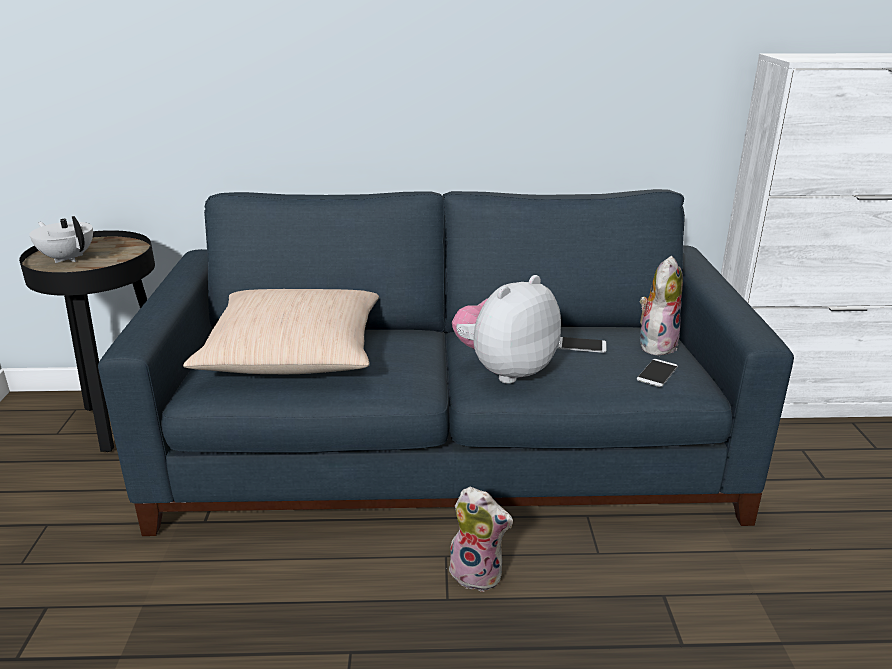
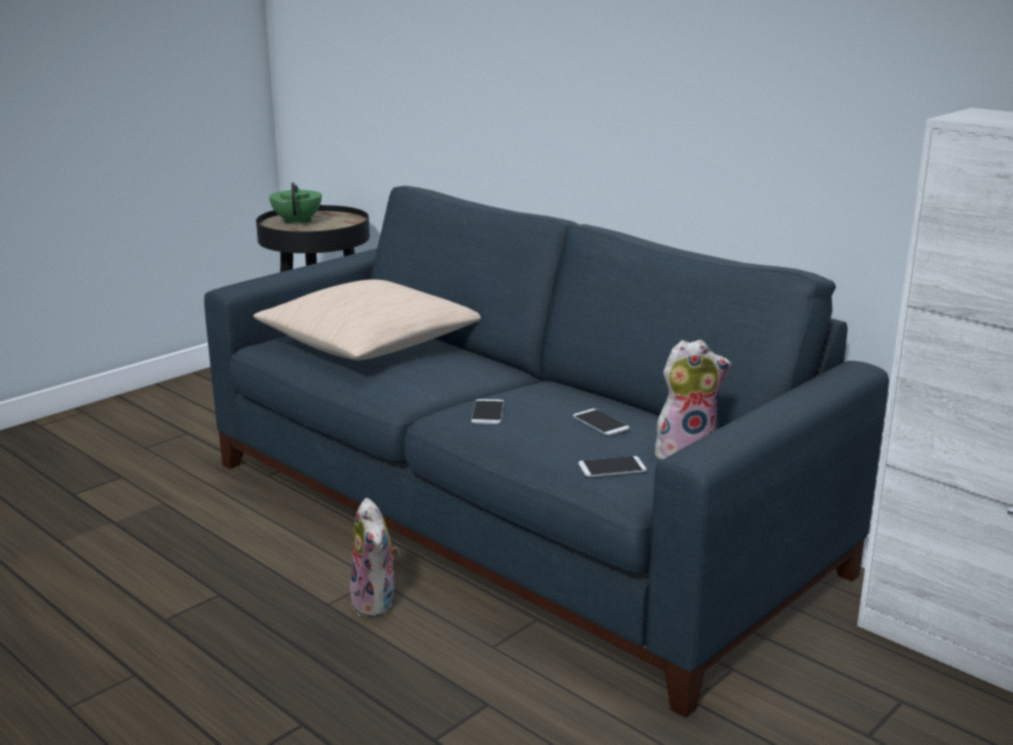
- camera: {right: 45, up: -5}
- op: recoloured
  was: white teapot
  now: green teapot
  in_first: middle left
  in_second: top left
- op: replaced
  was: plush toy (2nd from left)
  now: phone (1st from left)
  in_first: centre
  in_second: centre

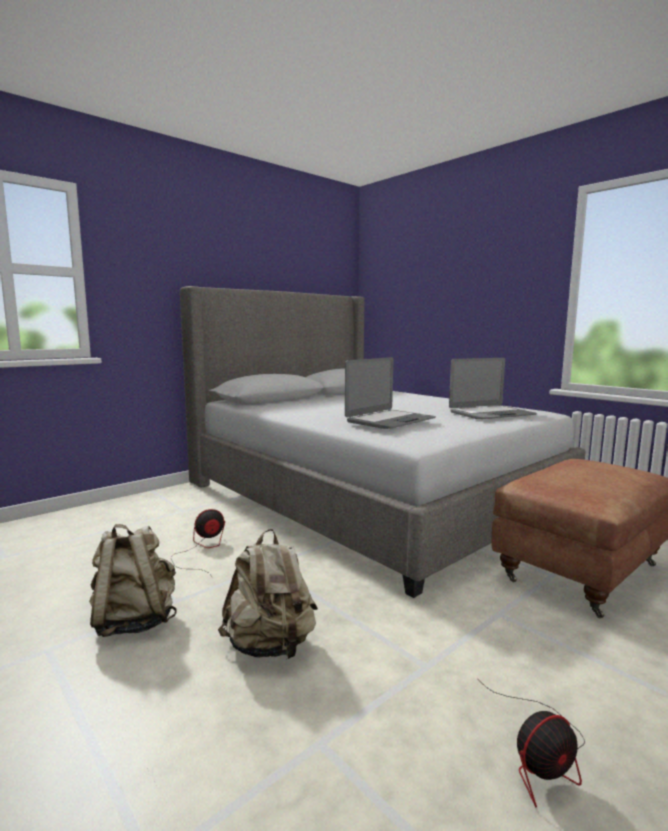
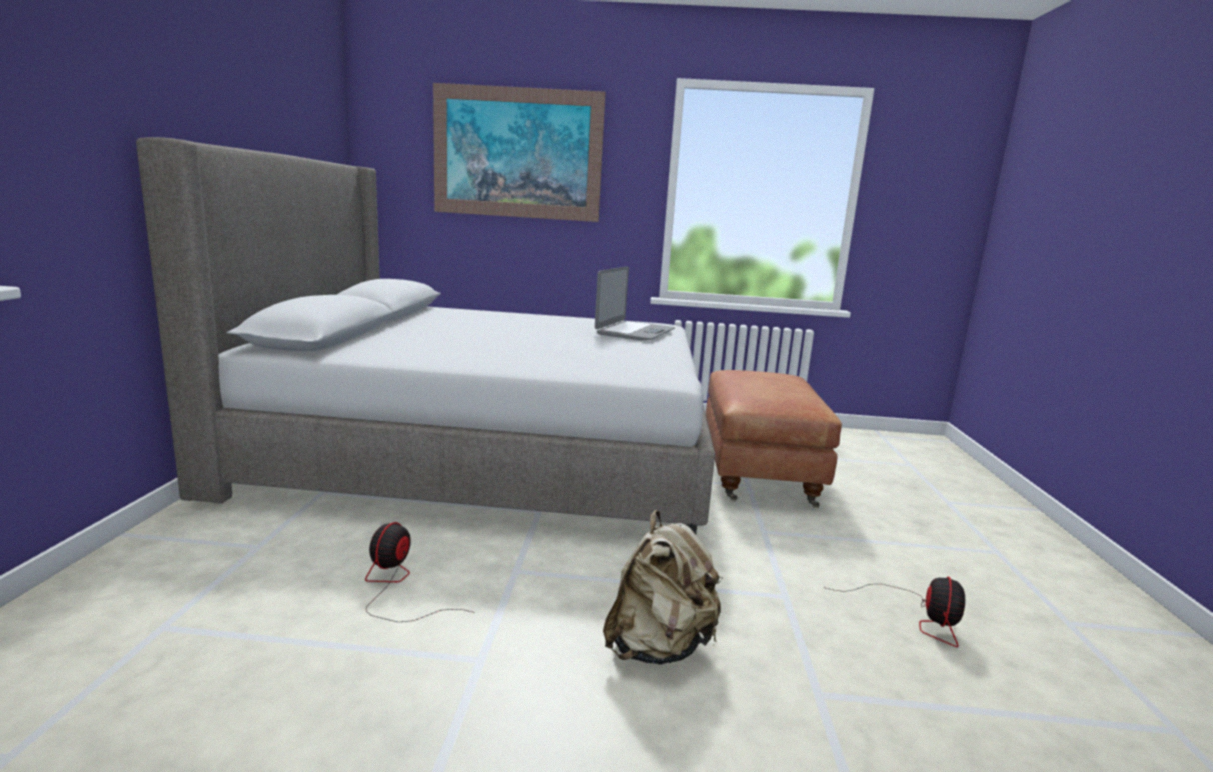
- camera: {right: -45, up: 5}
- op: added
  now: picture
  in_second: top centre
- op: removed
  was: beige backpack (1st from left)
  in_first: bottom left
- op: removed
  was: laptop (1st from left)
  in_first: centre

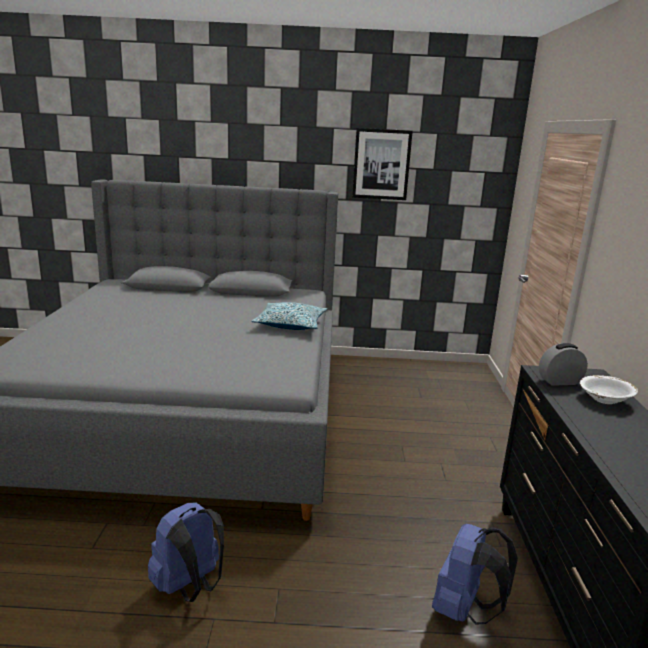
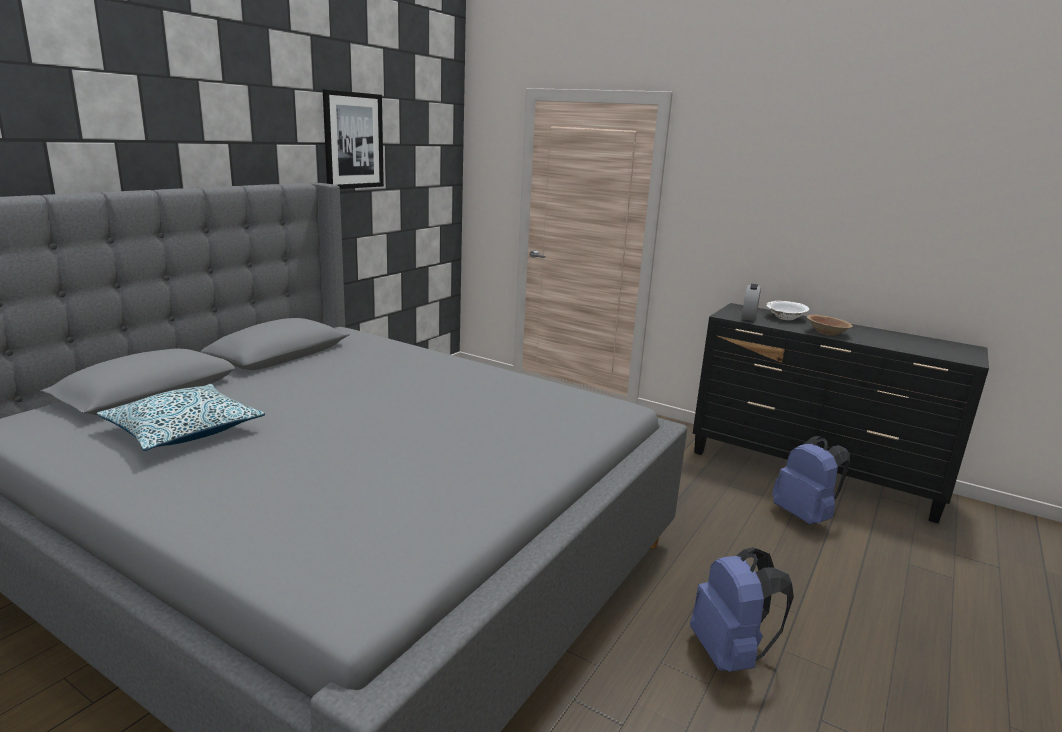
- camera: {right: -60, up: 0}
- op: moved
  was: pillow
  in_first: centre
  in_second: middle left
- op: added
  now: brown bowl
  in_second: middle right

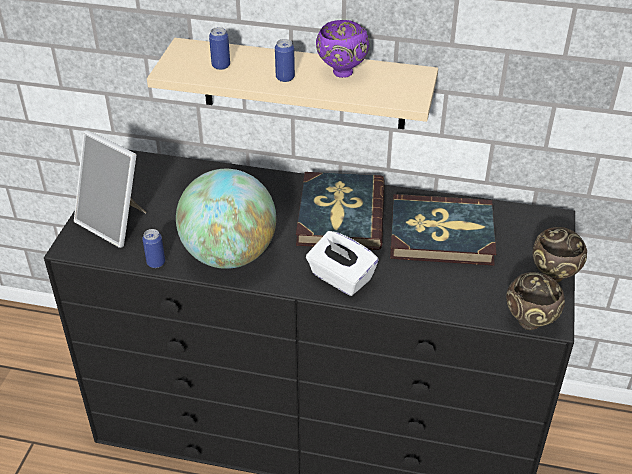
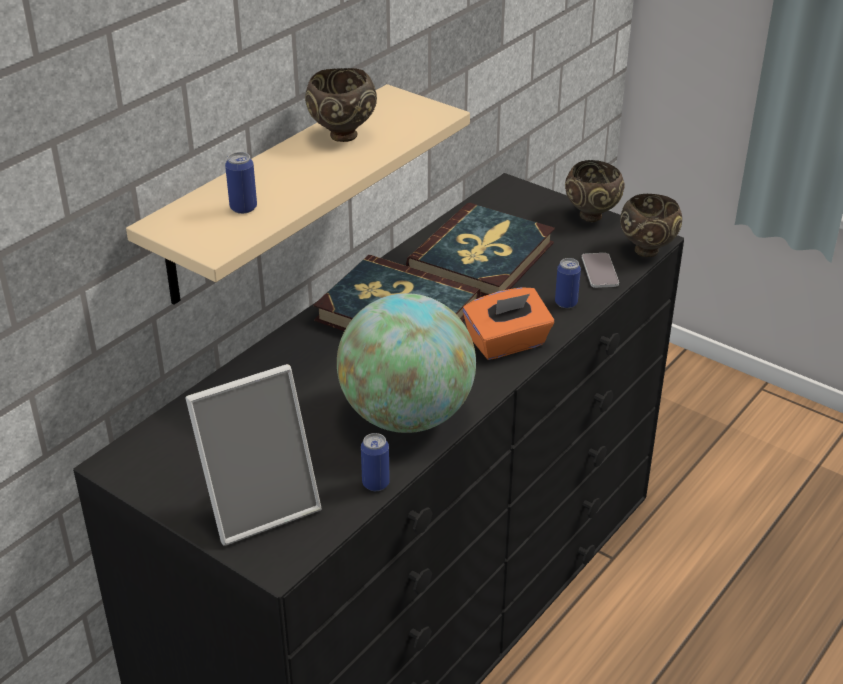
- camera: {right: -65, up: -5}
- op: recoloured
  was: purple bowl
  now: brown bowl (1st from left)
  in_first: top centre
  in_second: top centre
- op: recoloured
  was: white tissue box
  now: orange tissue box
  in_first: centre
  in_second: centre
- op: moved
  was: can (3rd from left)
  in_first: top centre
  in_second: middle right
- op: added
  now: phone
  in_second: middle right

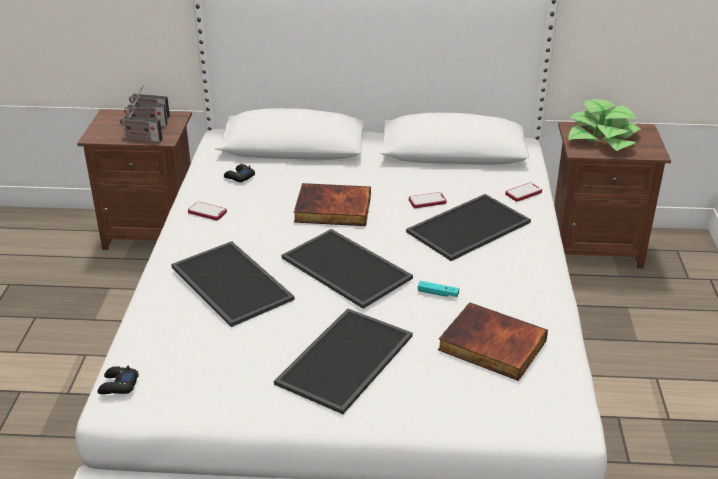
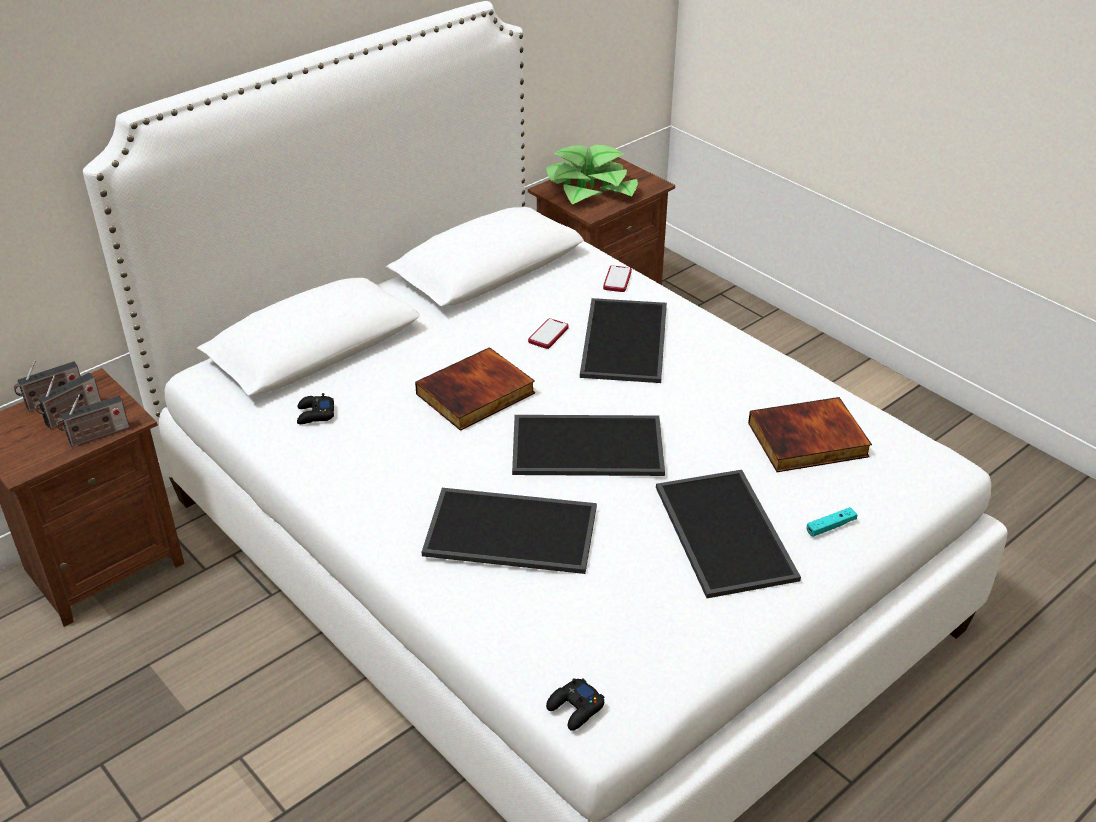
- camera: {right: -45, up: 5}
- op: moved
  was: turquoise game controller
  in_first: centre
  in_second: middle right
- op: removed
  was: phone (1st from left)
  in_first: middle left

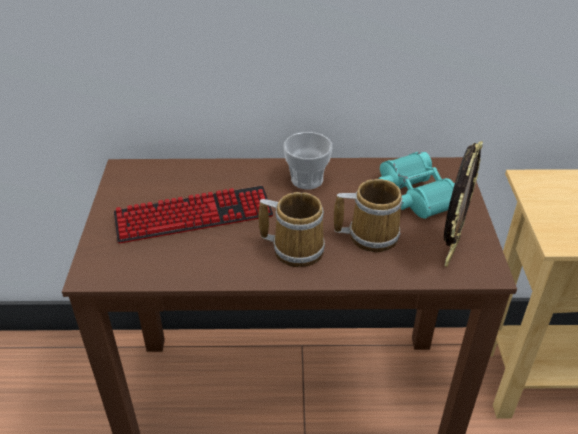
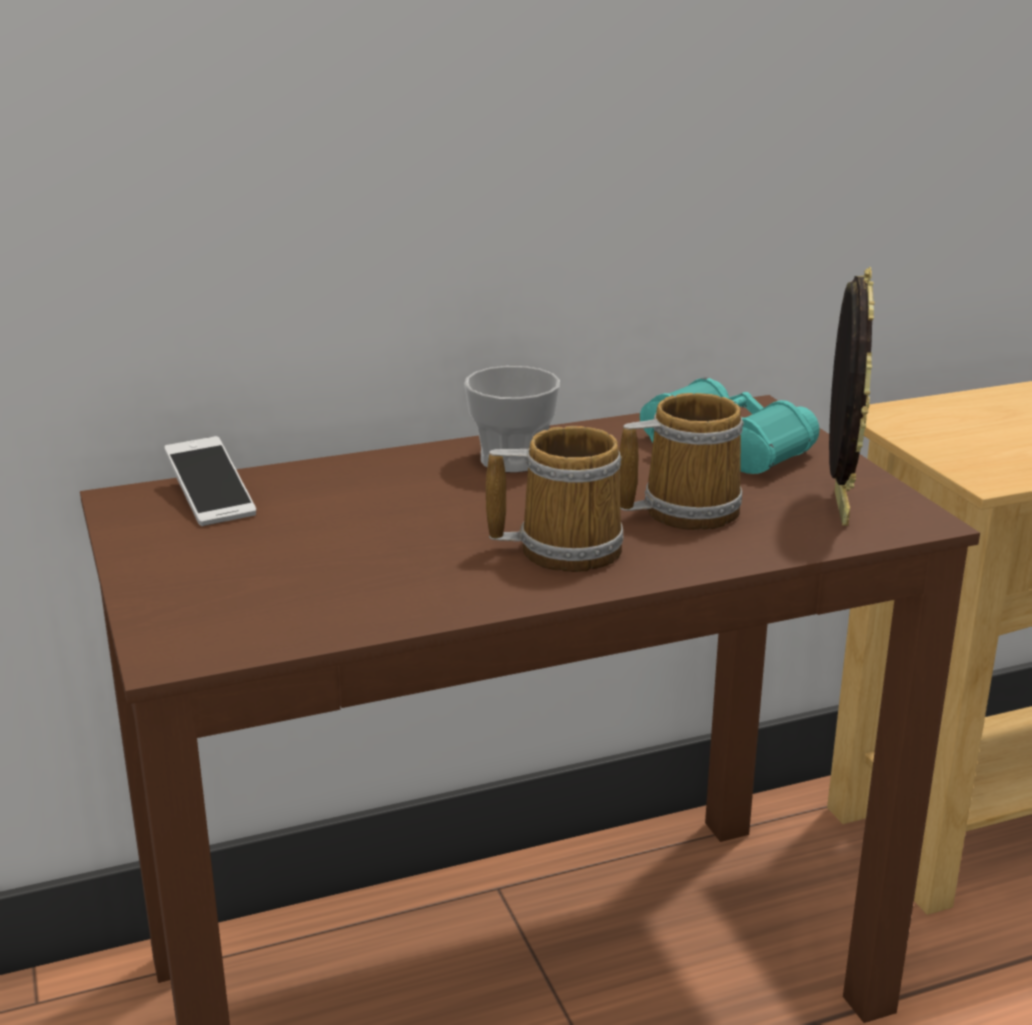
- camera: {right: -20, up: -15}
- op: added
  now: phone
  in_second: middle left
- op: removed
  was: keyboard
  in_first: centre

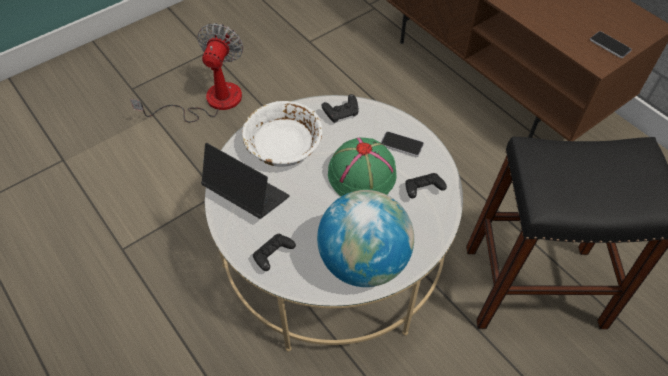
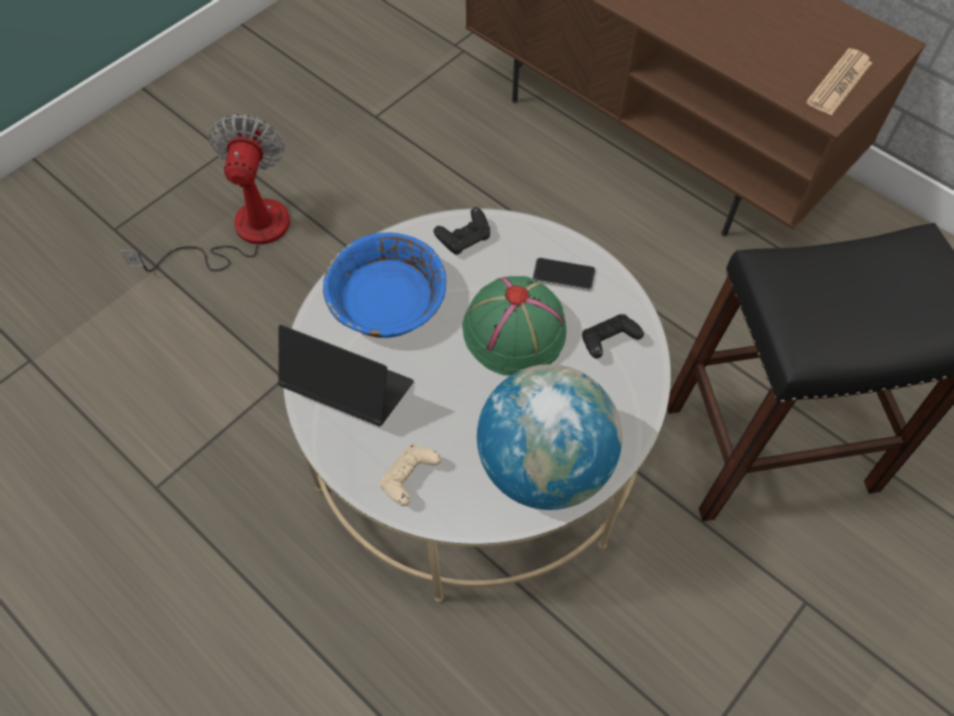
- camera: {right: -10, up: 5}
- op: recoloured
  was: white bowl
  now: blue bowl
  in_first: centre
  in_second: centre
- op: recoloured
  was: black game controller (1st from left)
  now: beige game controller
  in_first: bottom centre
  in_second: centre
- op: replaced
  was: phone (2nd from left)
  now: newspaper
  in_first: top right
  in_second: top right

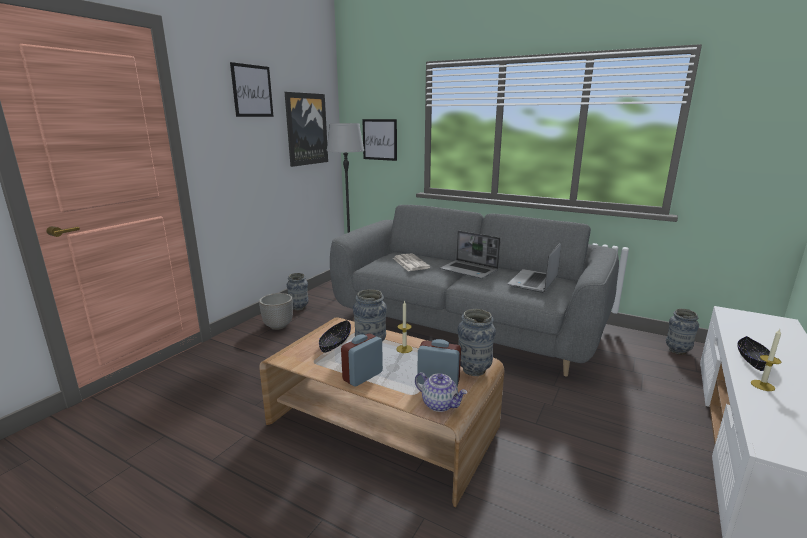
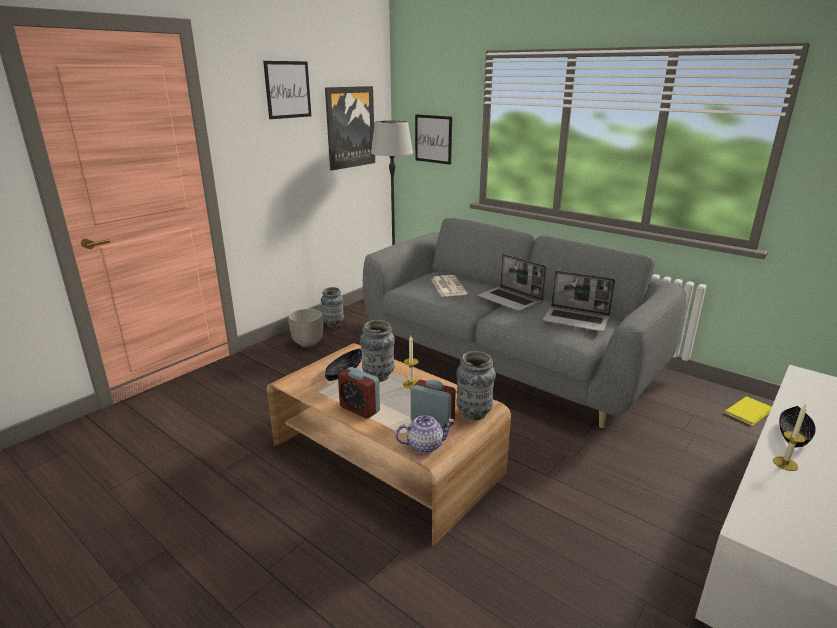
- camera: {right: 10, up: 5}
- op: turned
  was: alarm clock (1st from left)
  in_first: bottom centre
  in_second: centre
  clockwise: -105
- op: turned
  was: teapot
  in_first: bottom centre
  in_second: bottom centre
  clockwise: -60
- op: turned
  was: laptop (2nd from left)
  in_first: centre
  in_second: middle right
  clockwise: -105
- op: replaced
  was: vase (4th from left)
  now: yellow book
  in_first: middle right
  in_second: middle right

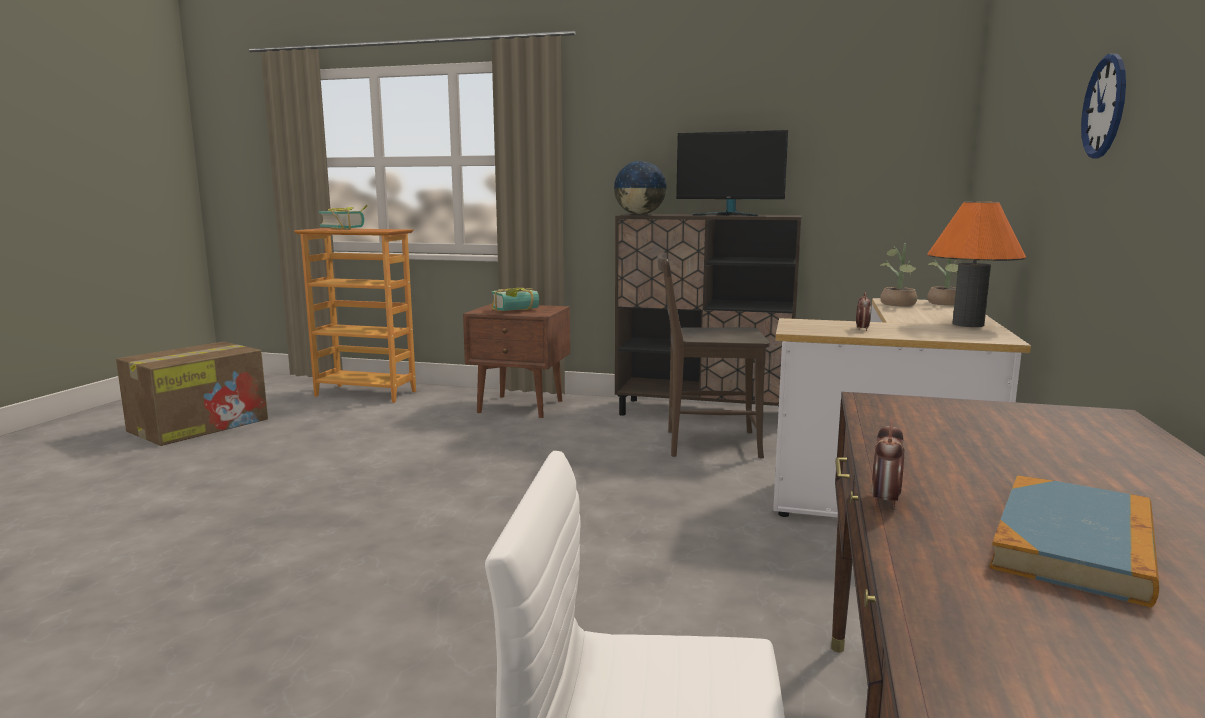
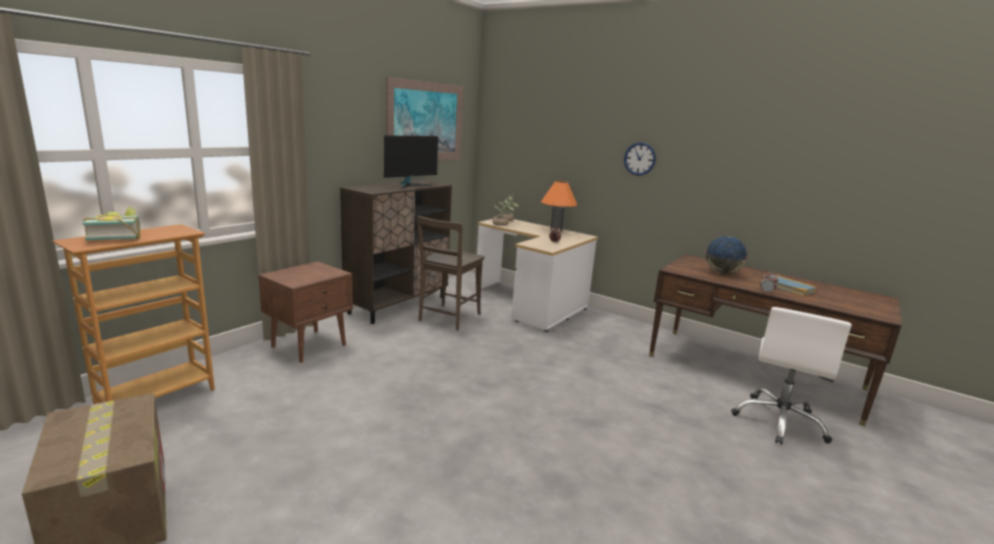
- camera: {right: -70, up: 5}
- op: added
  now: picture
  in_second: top centre
- op: moved
  was: globe
  in_first: top centre
  in_second: middle right
- op: removed
  was: book (2nd from left)
  in_first: centre

